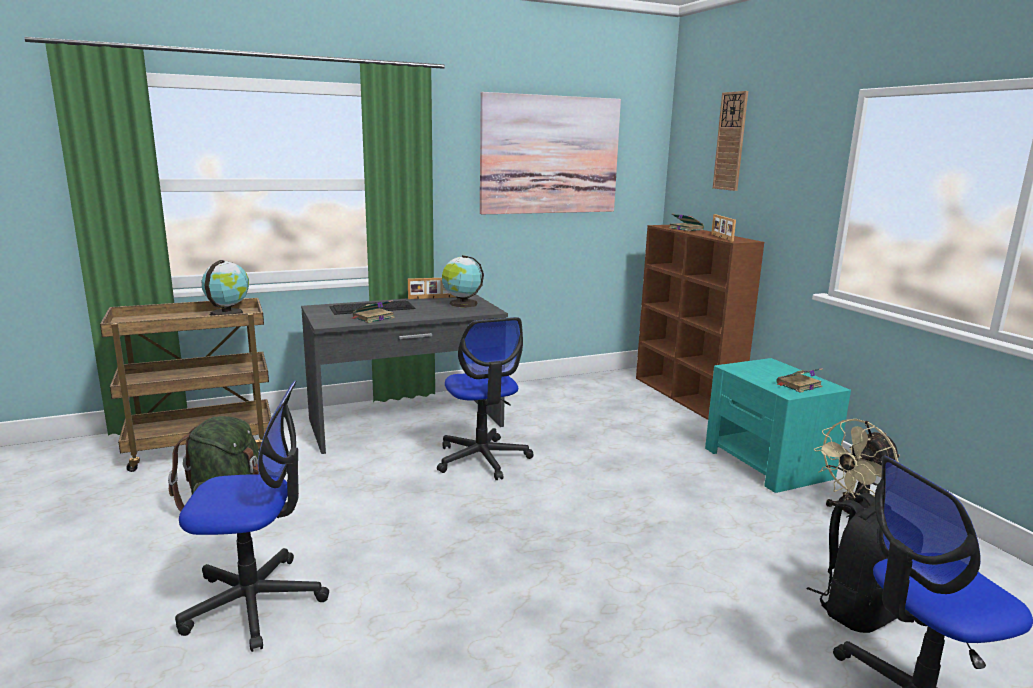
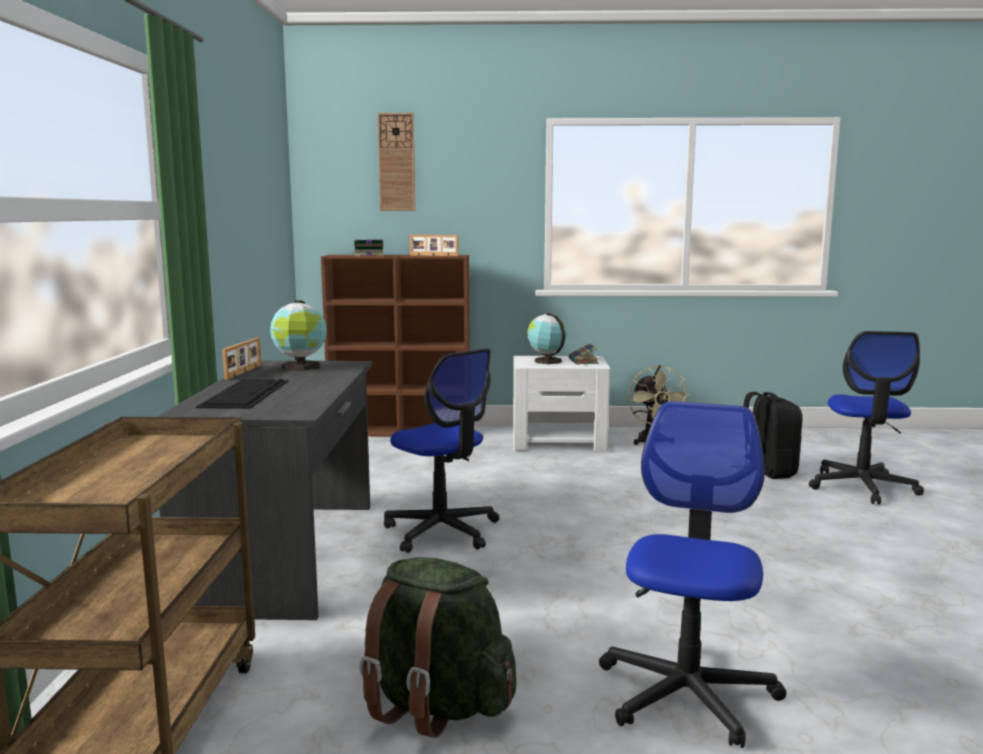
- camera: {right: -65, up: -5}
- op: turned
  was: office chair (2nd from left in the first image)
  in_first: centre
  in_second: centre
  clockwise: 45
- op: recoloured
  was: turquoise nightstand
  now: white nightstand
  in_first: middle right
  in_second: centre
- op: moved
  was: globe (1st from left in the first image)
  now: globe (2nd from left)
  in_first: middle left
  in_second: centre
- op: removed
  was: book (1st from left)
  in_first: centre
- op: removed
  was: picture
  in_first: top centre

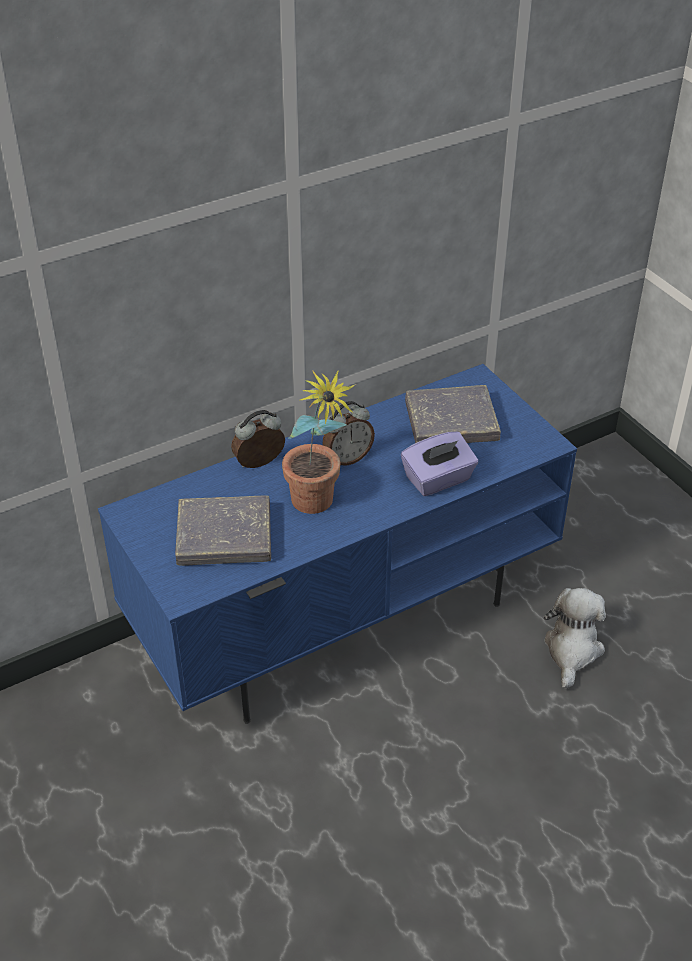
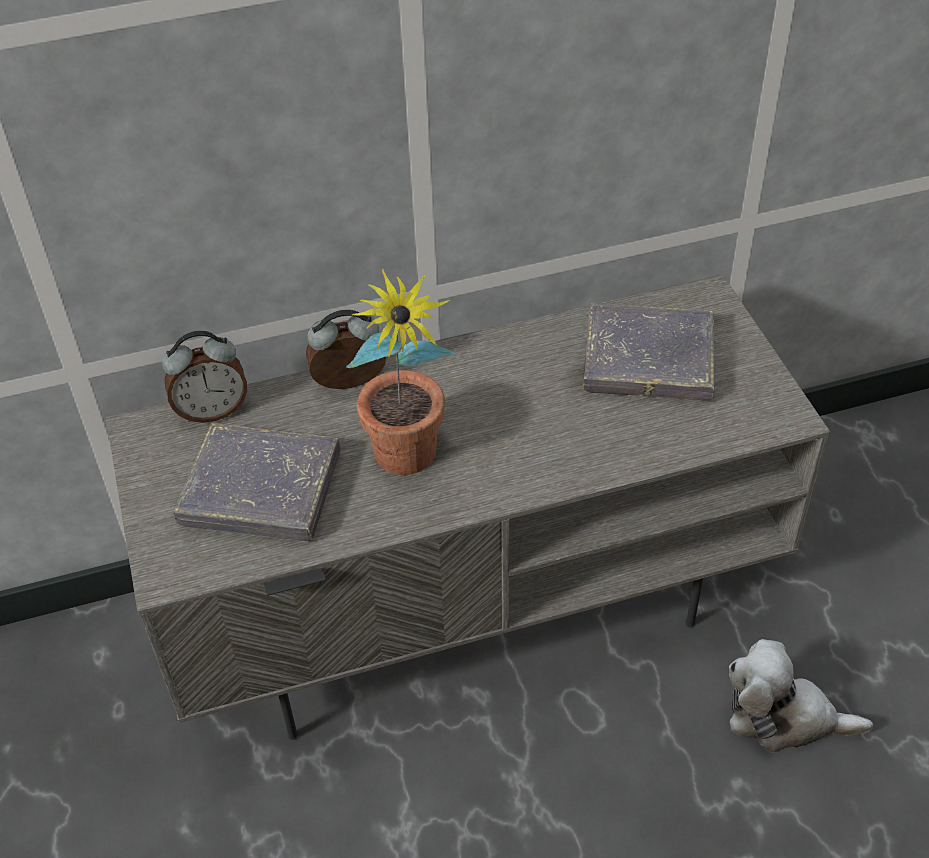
- camera: {right: 15, up: 5}
- op: recoloured
  was: blue tv stand
  now: grey tv stand
  in_first: centre
  in_second: centre
- op: moved
  was: alarm clock (2nd from left in the first image)
  now: alarm clock (1st from left)
  in_first: centre
  in_second: middle left
- op: turned
  was: plush toy
  in_first: middle right
  in_second: bottom right
  clockwise: -105
- op: removed
  was: purple tissue box
  in_first: centre

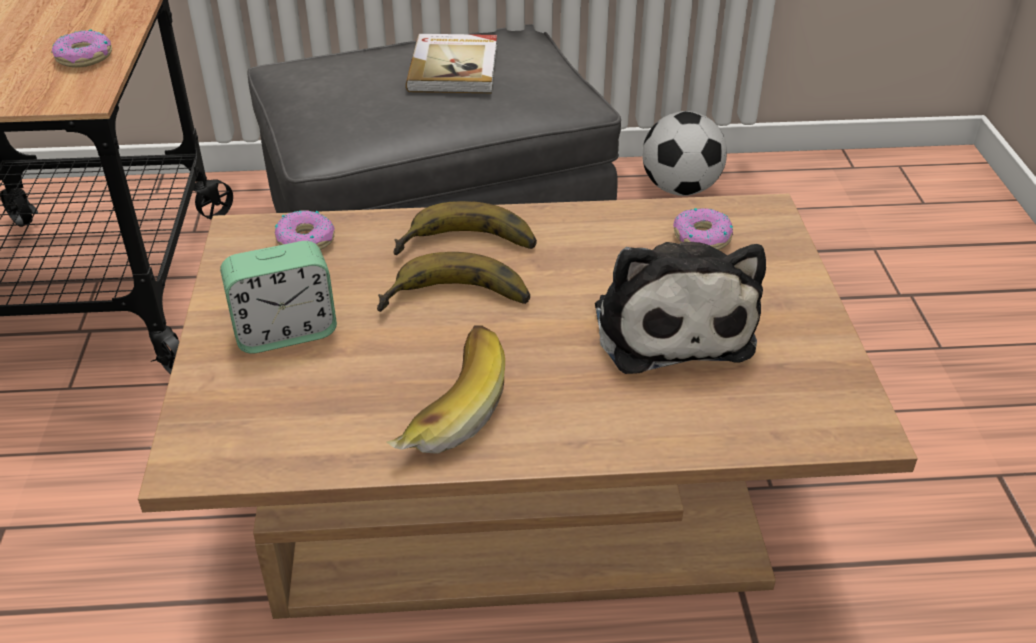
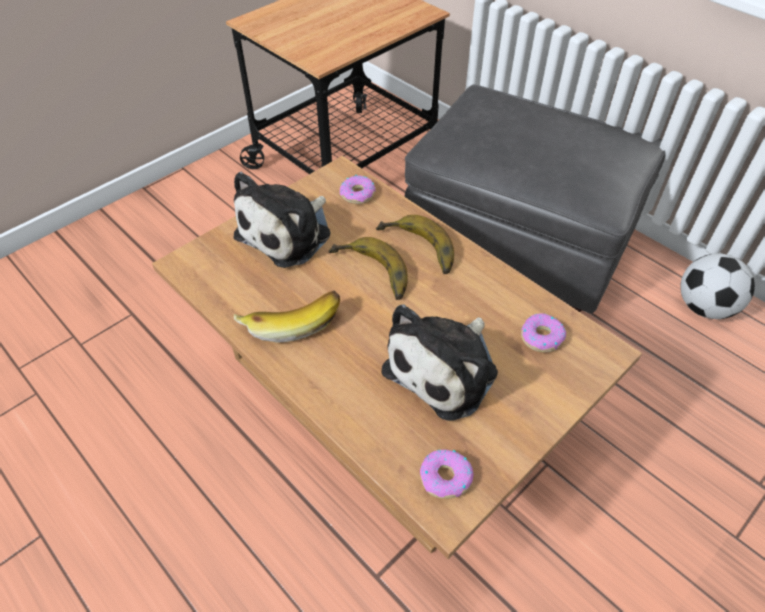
- camera: {right: 50, up: 10}
- op: replaced
  was: alarm clock
  now: plush toy (1st from left)
  in_first: middle left
  in_second: centre
- op: moved
  was: donut (1st from left in the first image)
  now: donut (2nd from left)
  in_first: top left
  in_second: bottom centre
- op: removed
  was: book
  in_first: top centre

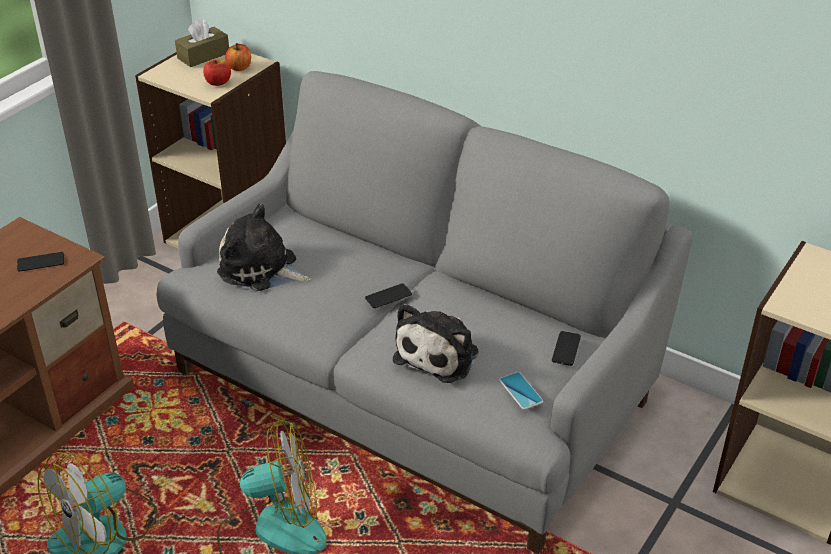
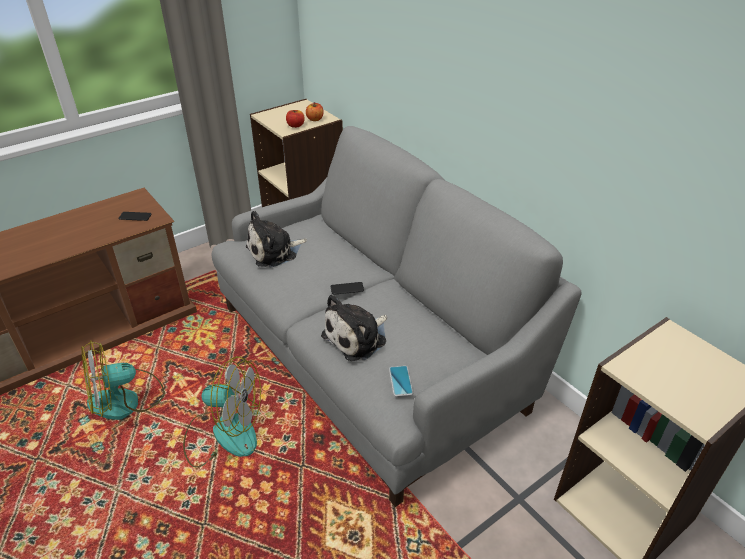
- camera: {right: 20, up: 0}
- op: turned
  was: plush toy (1st from left)
  in_first: middle left
  in_second: centre
  clockwise: -75
- op: removed
  was: brown tissue box
  in_first: top left
- op: removed
  was: phone (4th from left)
  in_first: middle right

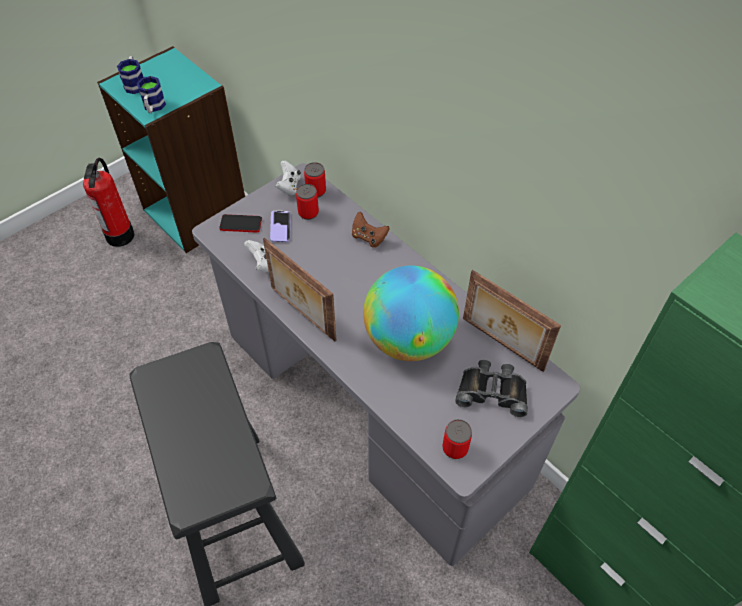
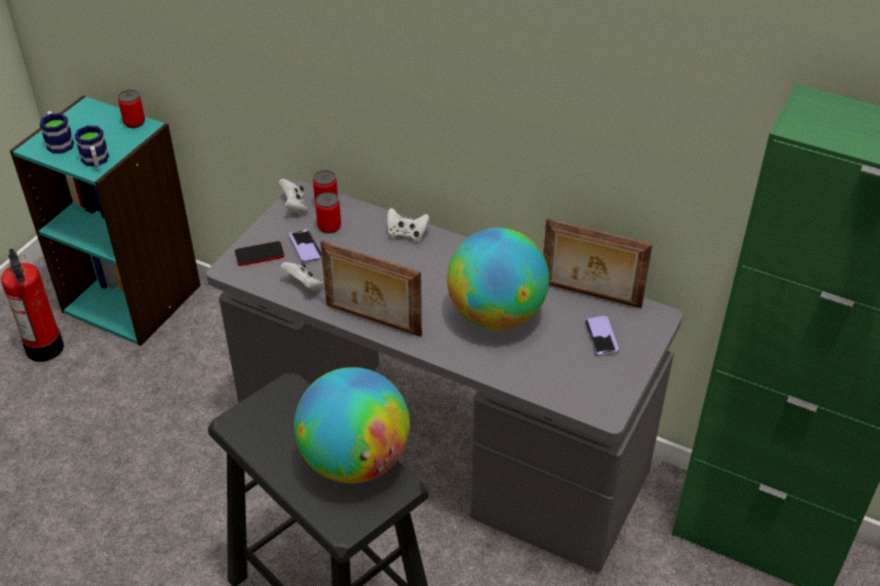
- camera: {right: -20, up: -10}
- op: moved
  was: can (3rd from left in the first image)
  now: can (1st from left)
  in_first: bottom centre
  in_second: top left
- op: added
  now: globe (1st from left)
  in_second: bottom centre
- op: recoloured
  was: brown game controller
  now: white game controller (3rd from left)
  in_first: centre
  in_second: centre
- op: replaced
  was: black binoculars
  now: phone (3rd from left)
  in_first: centre
  in_second: middle right

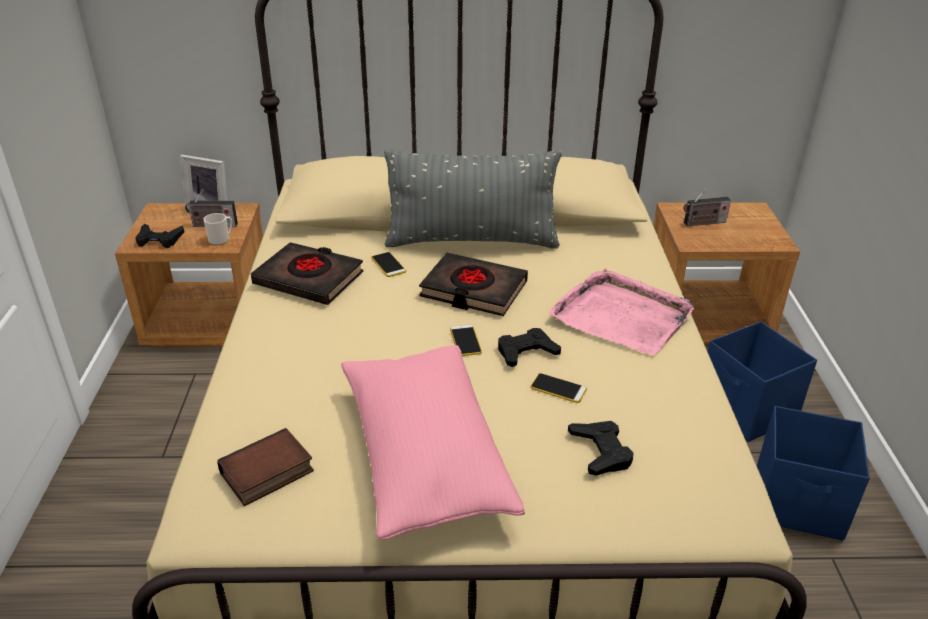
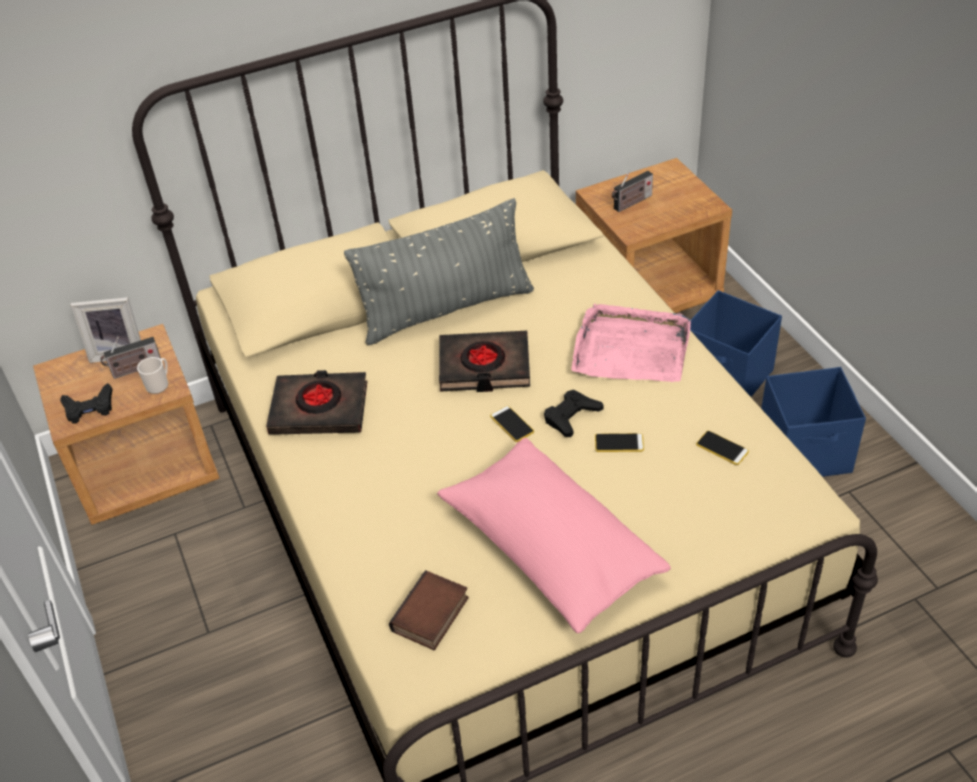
- camera: {right: -20, up: 10}
- op: moved
  was: phone (1st from left in the first image)
  now: phone (3rd from left)
  in_first: centre
  in_second: middle right
- op: removed
  was: black game controller (3rd from left)
  in_first: bottom centre

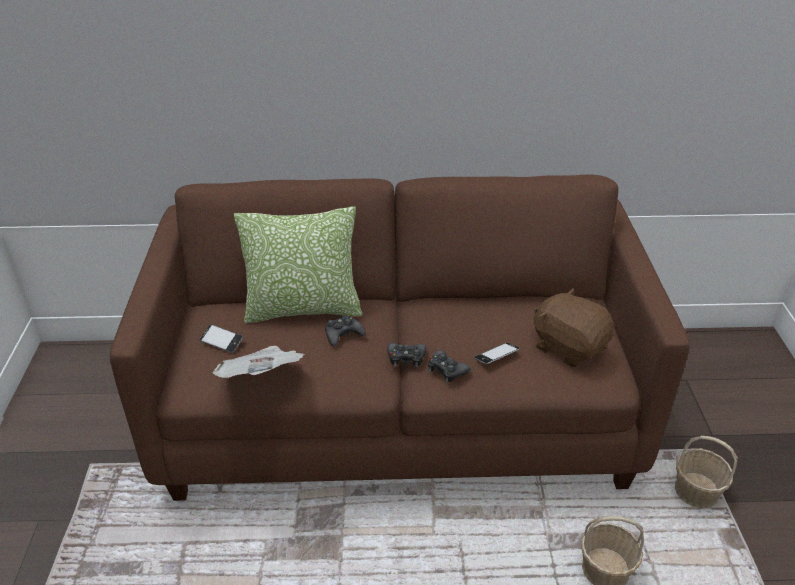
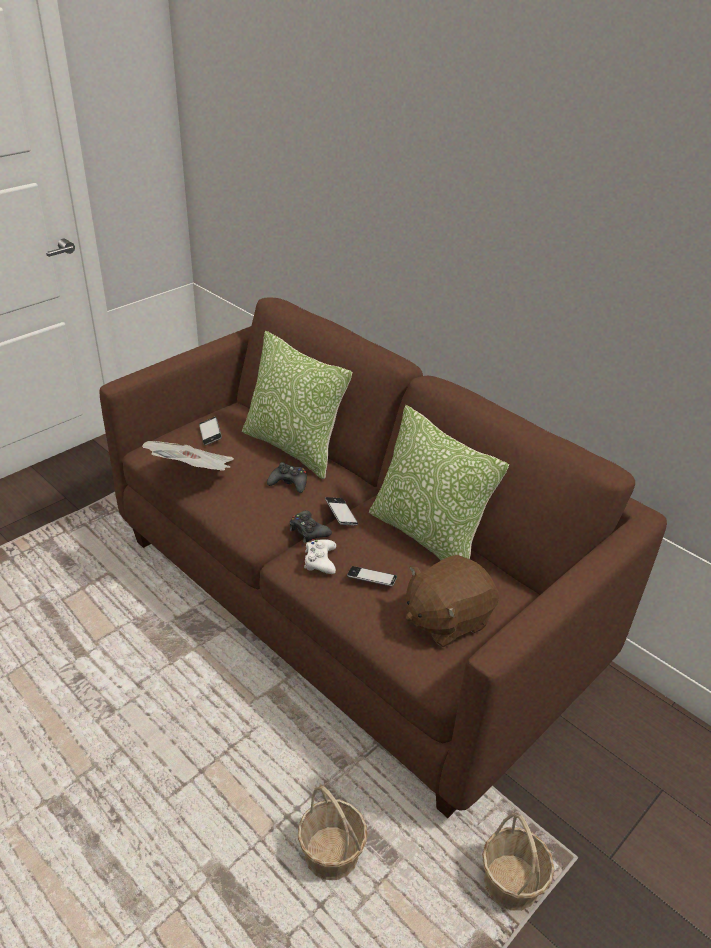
- camera: {right: 45, up: 0}
- op: recoloured
  was: black game controller (3rd from left)
  now: white game controller
  in_first: centre
  in_second: centre
- op: added
  now: phone (2nd from left)
  in_second: centre
- op: added
  now: pillow (2nd from left)
  in_second: centre
- op: turned
  was: brown plush toy
  in_first: middle right
  in_second: centre
  clockwise: -120

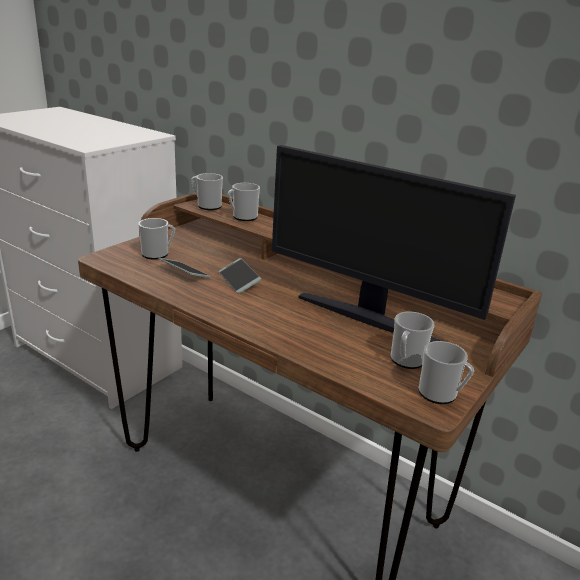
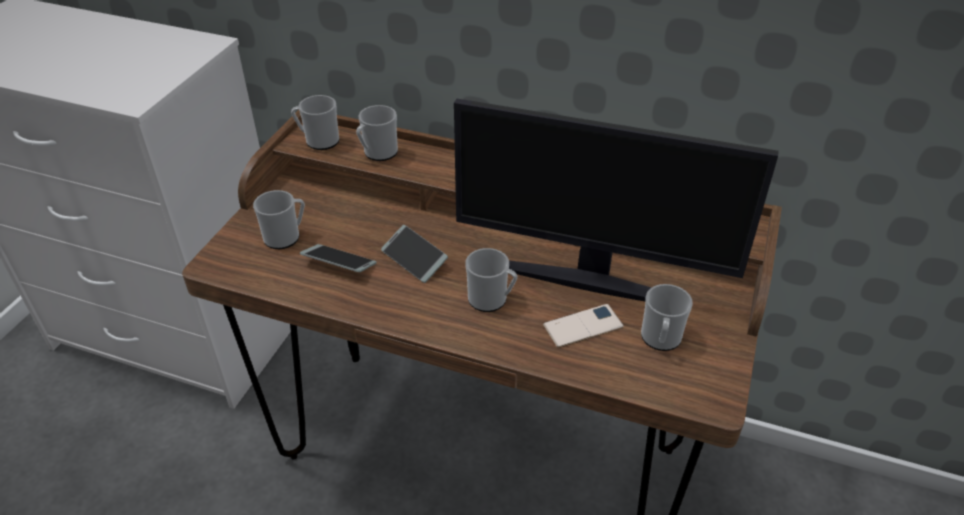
- camera: {right: -15, up: 15}
- op: moved
  was: mug (5th from left in the first image)
  now: mug (4th from left)
  in_first: middle right
  in_second: centre
- op: added
  now: phone (3rd from left)
  in_second: centre

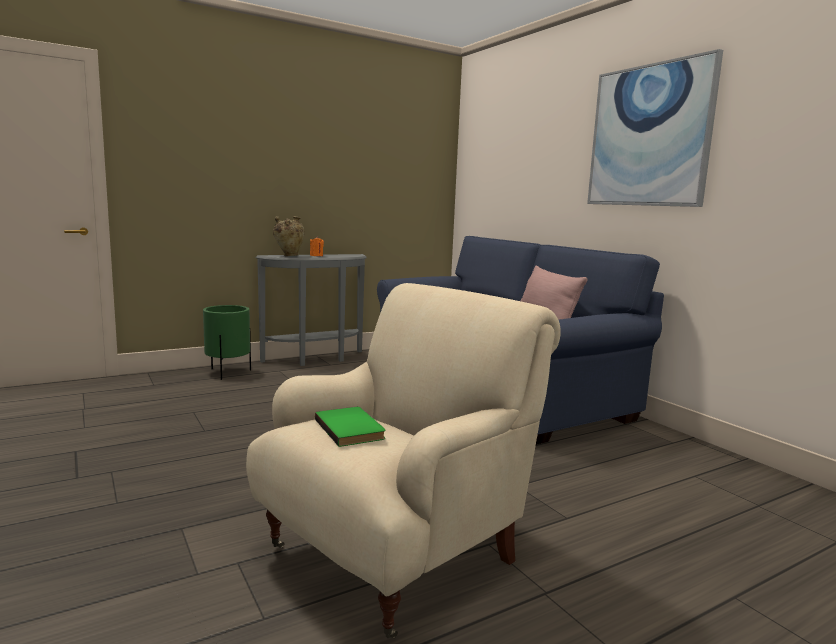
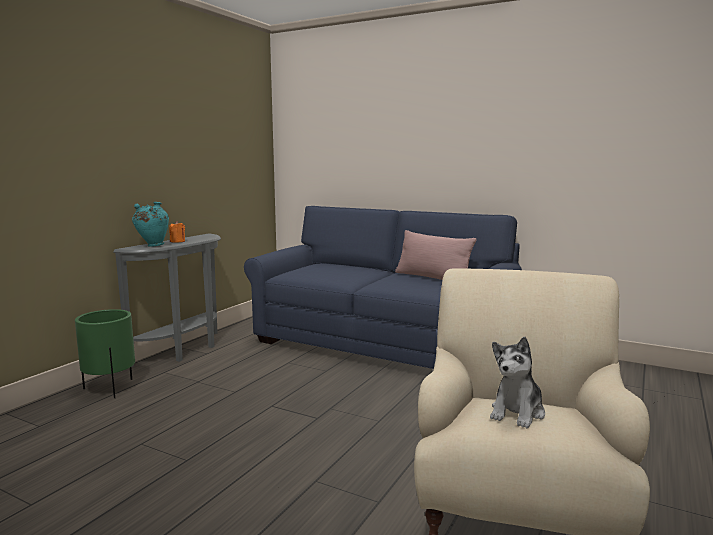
- camera: {right: -30, up: 0}
- op: recoloured
  was: beige vase
  now: turquoise vase
  in_first: centre
  in_second: middle left
- op: replaced
  was: green book
  now: plush toy
  in_first: centre
  in_second: bottom right
- op: removed
  was: picture
  in_first: top right

